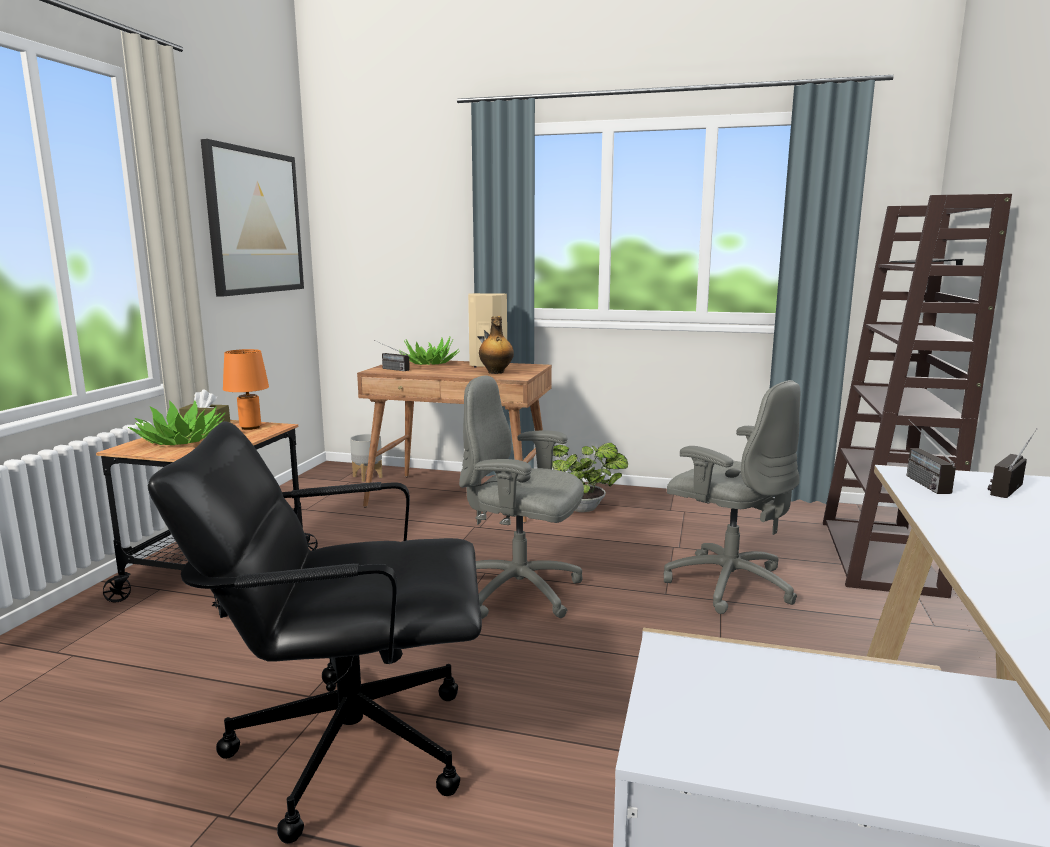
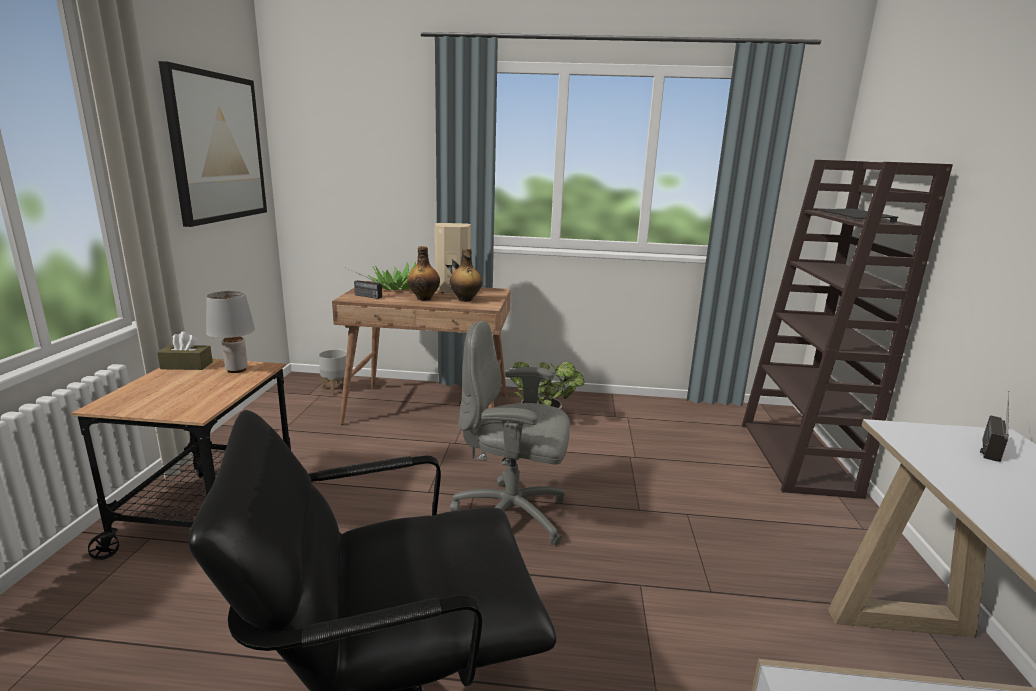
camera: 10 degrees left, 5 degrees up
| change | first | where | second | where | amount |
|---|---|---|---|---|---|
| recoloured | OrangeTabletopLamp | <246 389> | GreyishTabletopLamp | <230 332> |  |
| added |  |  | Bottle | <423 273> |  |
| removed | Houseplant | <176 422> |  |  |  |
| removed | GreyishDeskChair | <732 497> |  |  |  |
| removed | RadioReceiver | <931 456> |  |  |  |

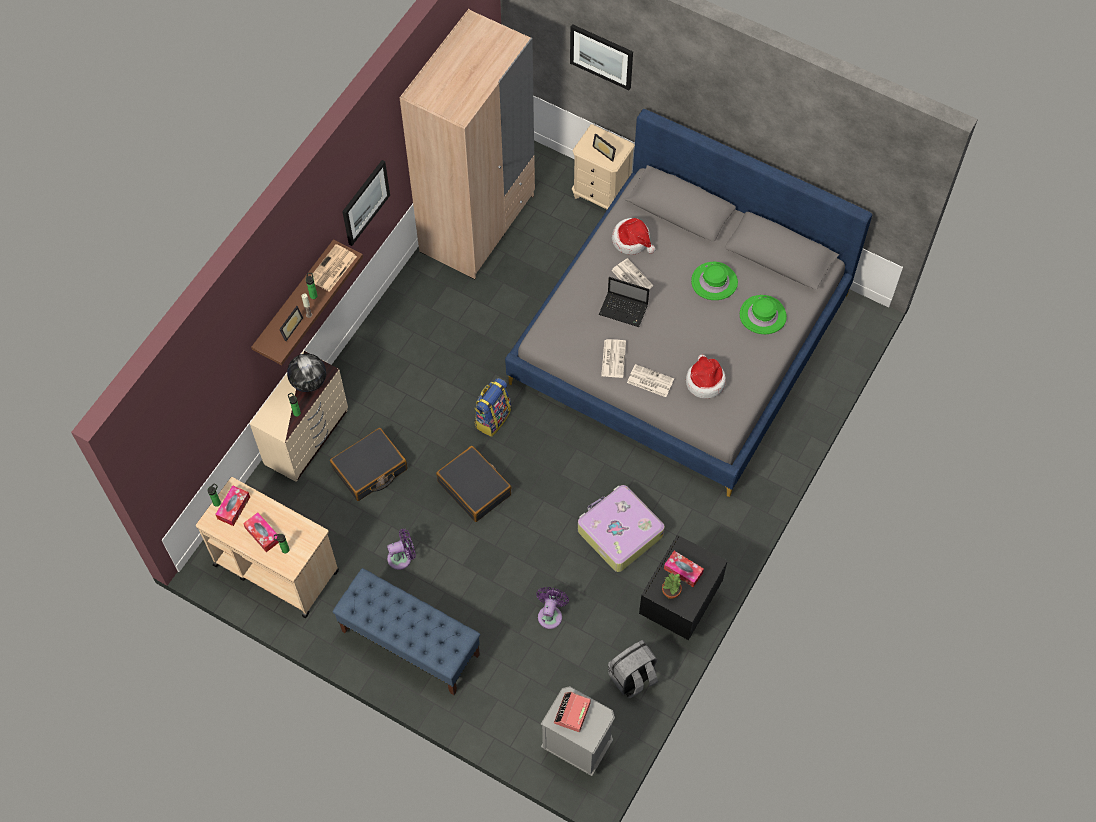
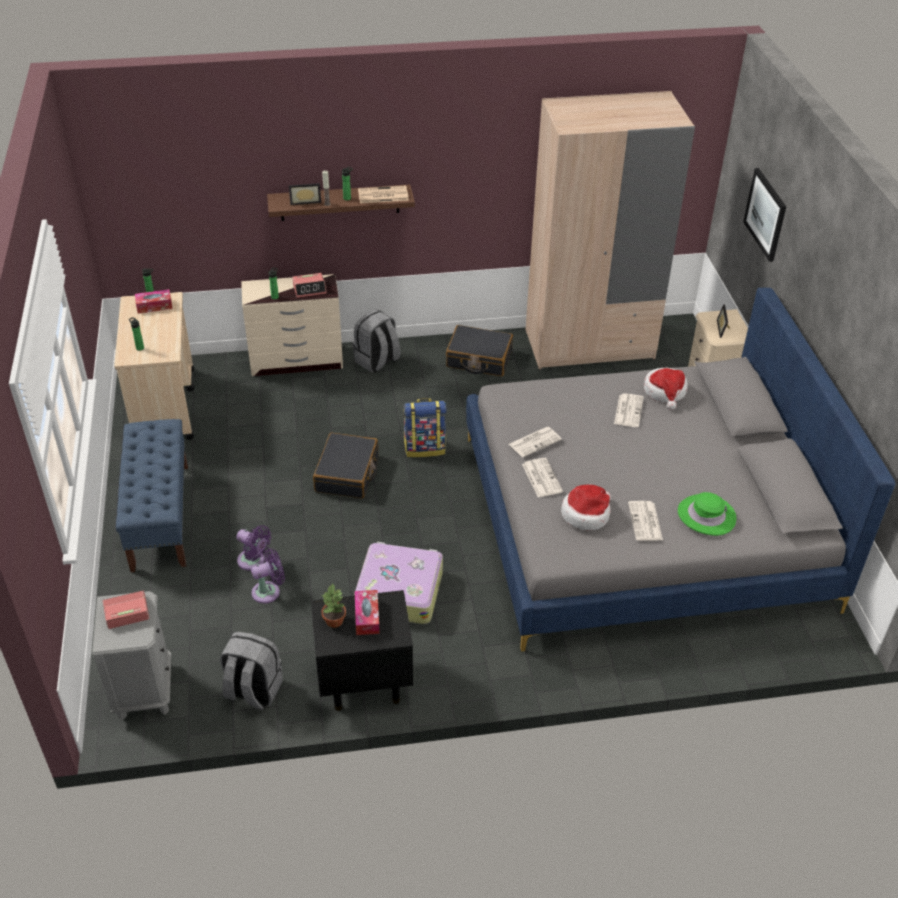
camera: 50 degrees right, 20 degrees down
| change | first | where | second | where | amount |
|---|---|---|---|---|---|
| moved | PurpleColouredCoolingFan | <401 549> |  | <253 548> |  |
| replaced | DeskGlobe | <306 372> | AlarmClock | <309 285> |  |
| added |  |  | GreyishRucksack | <377 341> |  |
| moved | BlackPieceOfLuggage | <369 464> |  | <479 350> |  |
| added |  |  | PrintedPaper | <645 521> |  |
| removed | TissueHolder | <261 532> |  |  |  |
| removed | WallPicture | <366 203> |  |  |  |
| removed | PortableComputer | <624 302> |  |  |  |
| removed | GreenishWearableHat | <714 281> |  |  |  |

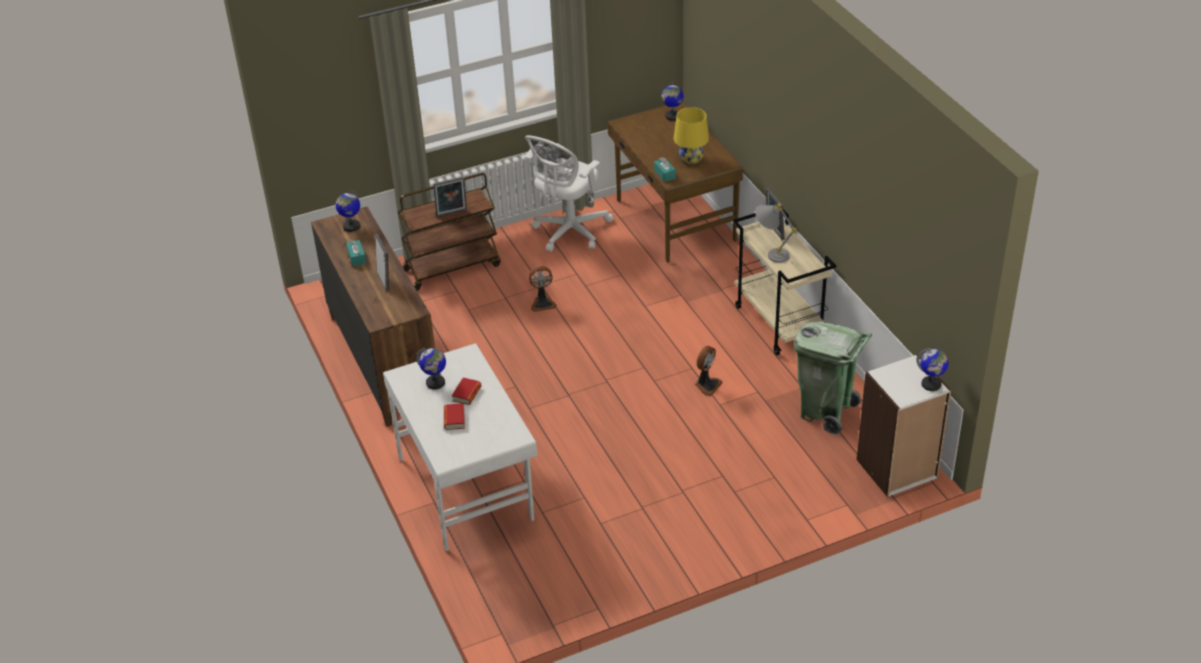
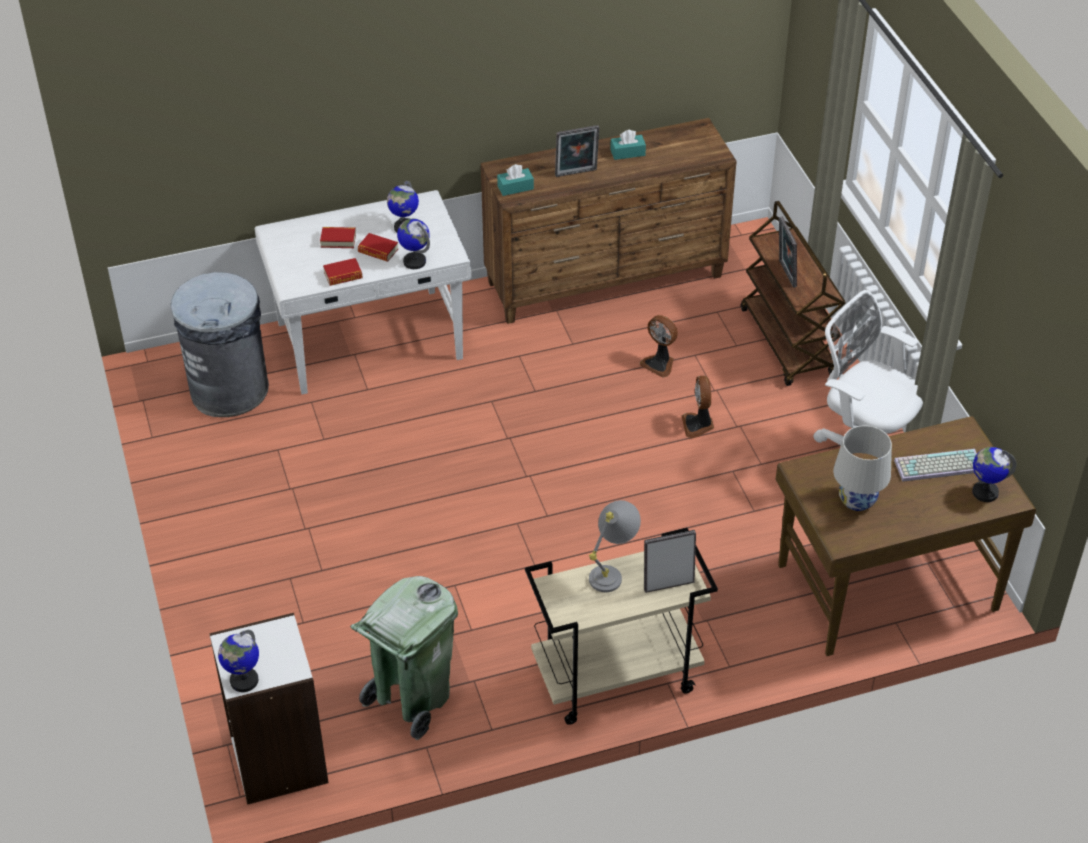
camera: 95 degrees right, 5 degrees up
| change | first | where | second | where | amount |
|---|---|---|---|---|---|
| added |  |  | GreyishWasteBin | <219 344> |  |
| added |  |  | Book | <343 272> |  |
| moved | DeskGlobe | <348 211> |  | <413 244> |  |
| moved | BlueGreenTissueHolder | <665 169> |  | <515 180> |  |
| moved | CoolingFan | <709 371> |  | <659 346> |  |
| recoloured | YellowishTabletopLamp | <691 136> | WhiteColouredTabletopLamp | <862 468> |  |
| added |  |  | Keyboard | <935 465> |  |

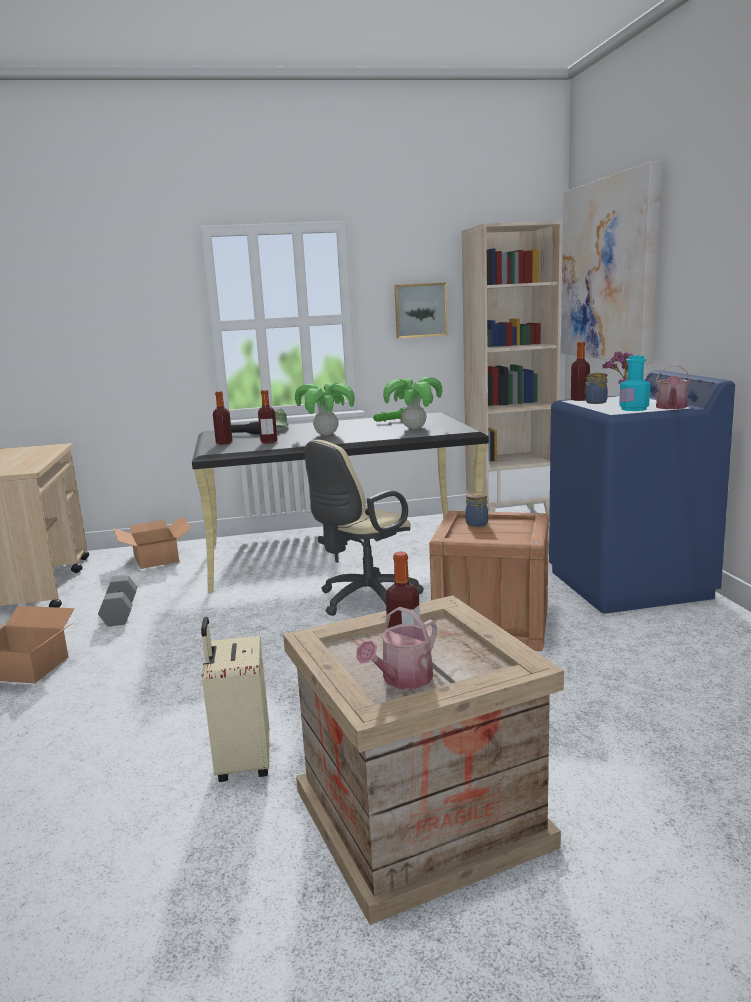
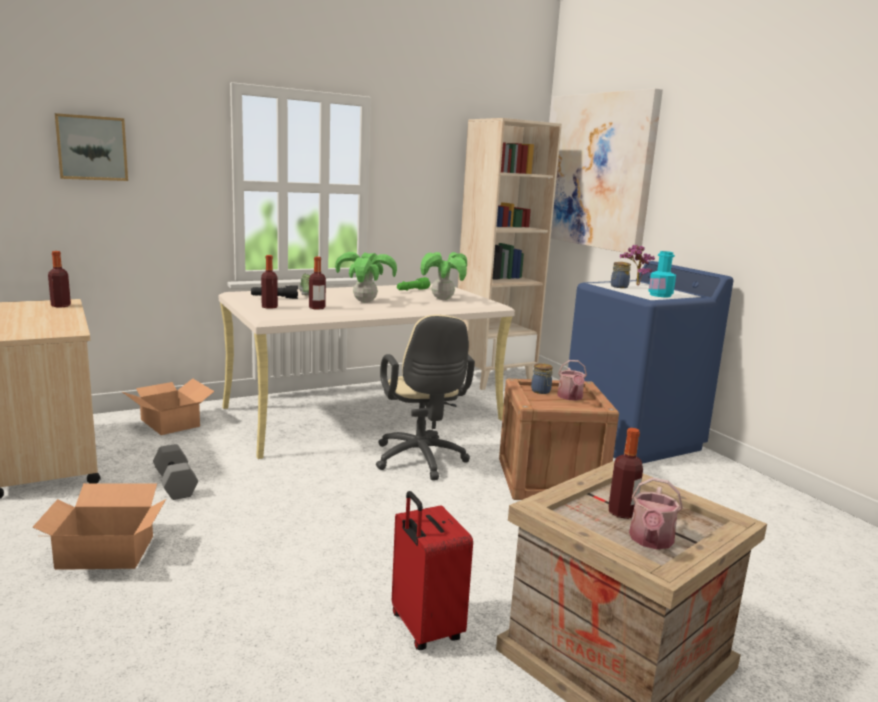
camera: 20 degrees left, 0 degrees up
| change | first | where | second | where | amount |
|---|---|---|---|---|---|
| moved | Bottle | <580 371> |  | <59 279> |  |
| moved | WallPicture | <421 310> |  | <91 147> |  |
| recoloured | BlackDesk | <340 502> | BeigeColouredDesk | <367 371> |  |
| turned | BeigeColouredDeskChair | <364 528> |  | <425 397> | 45 degrees counterclockwise |
| recoloured | BeigeColouredPieceOfLuggage | <235 699> | RedColouredPieceOfLuggage | <432 570> |  |
| moved | WateringPot | <673 387> |  | <572 380> |  |

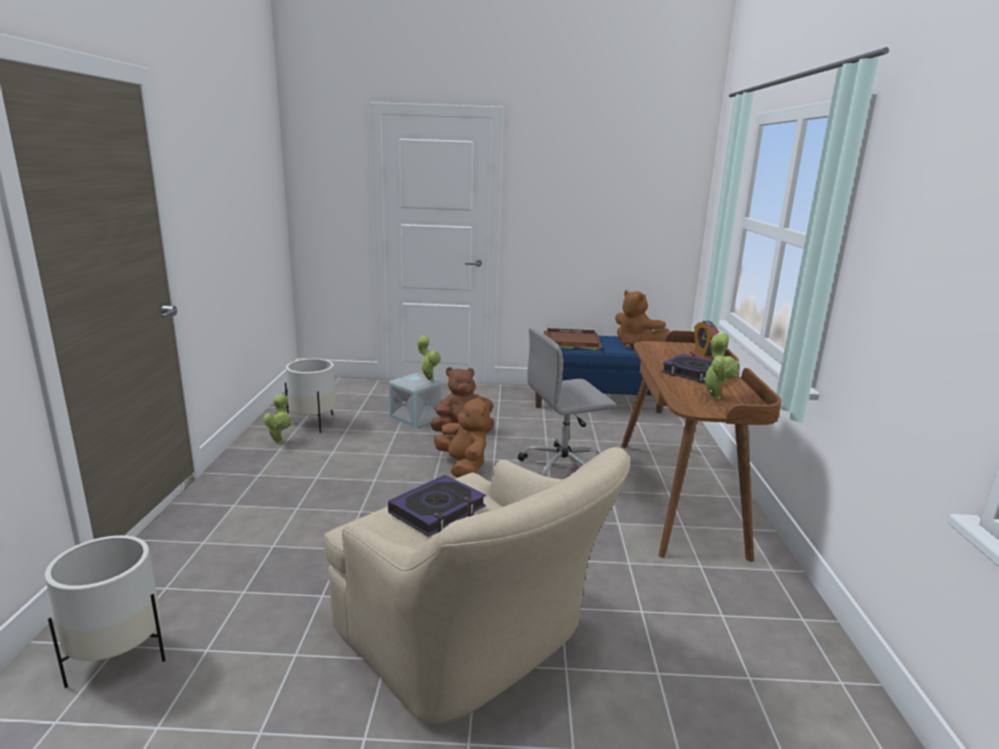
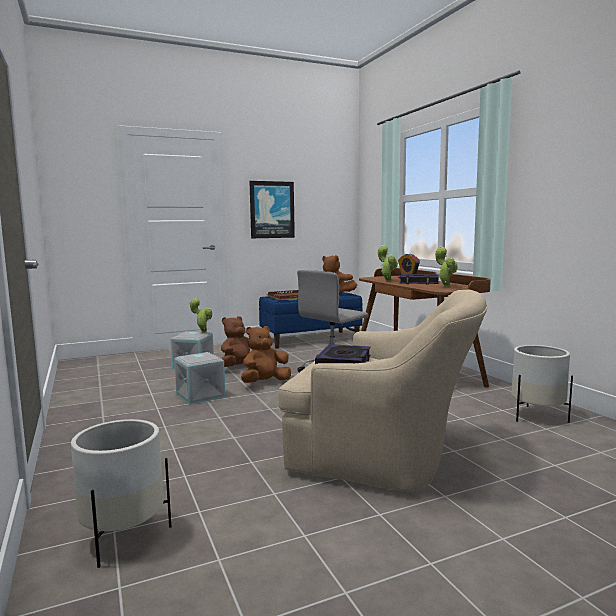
camera: 25 degrees left, 10 degrees down
| change | first | where | second | where | amount |
|---|---|---|---|---|---|
| added |  |  | GreyishStorageBox | <200 378> |  |
| turned | BrownishCuddlyToy | <462 436> |  | <266 354> | 75 degrees counterclockwise |
| added |  |  | WallPicture | <272 209> |  |
| moved | Houseplant | <278 419> |  | <388 263> |  |
| moved | WhiteColouredFlowerPot | <310 396> |  | <542 384> |  |

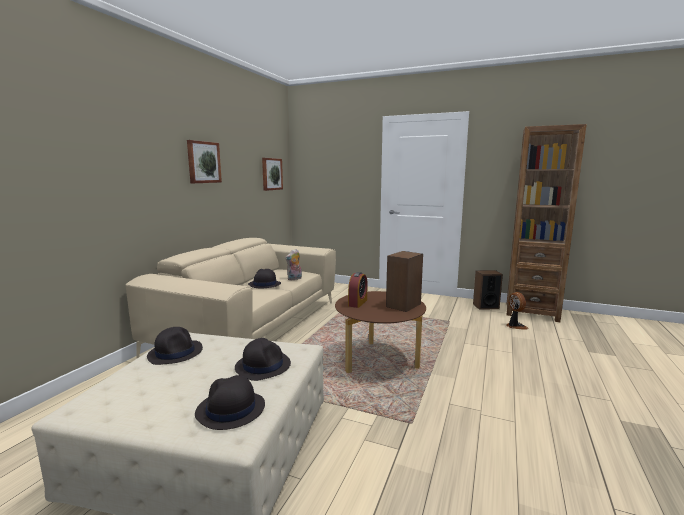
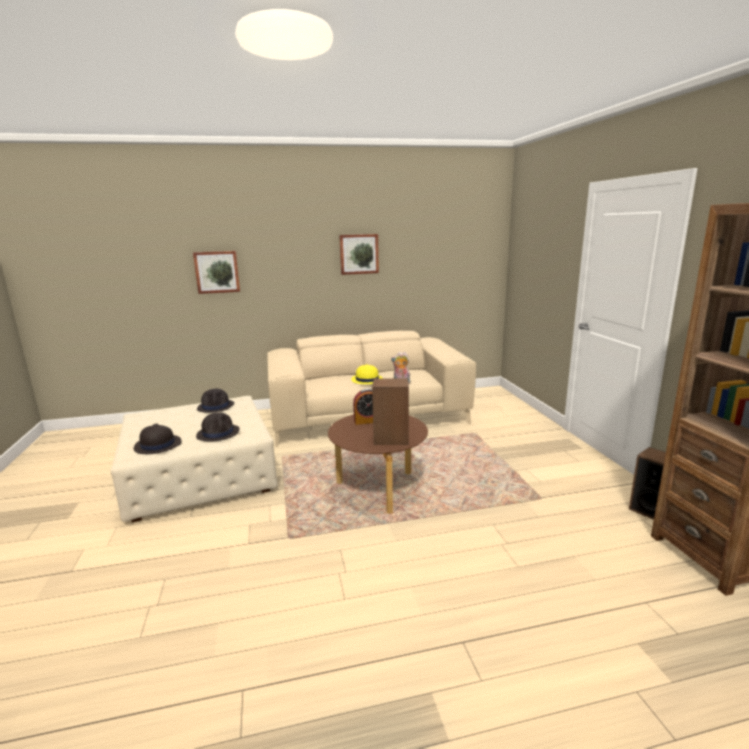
camera: 55 degrees right, 5 degrees up
| change | first | where | second | where | amount |
|---|---|---|---|---|---|
| moved | WallPicture | <272 174> |  | <216 272> |  |
| recoloured | BlackWearableHat | <264 278> | YellowishWearableHat | <367 374> |  |
| removed | CoolingFan | <517 311> |  |  |  |

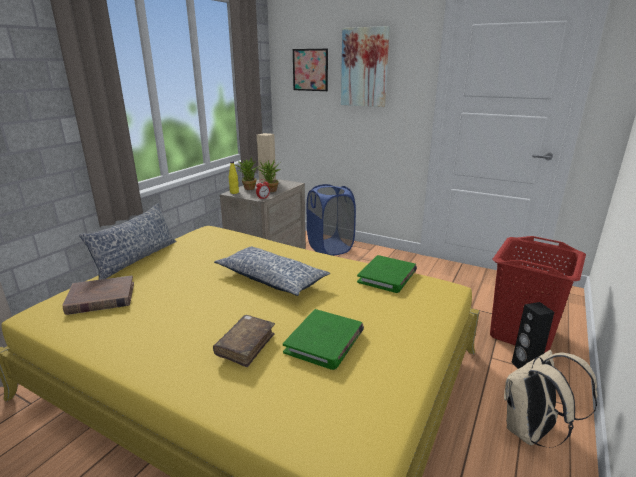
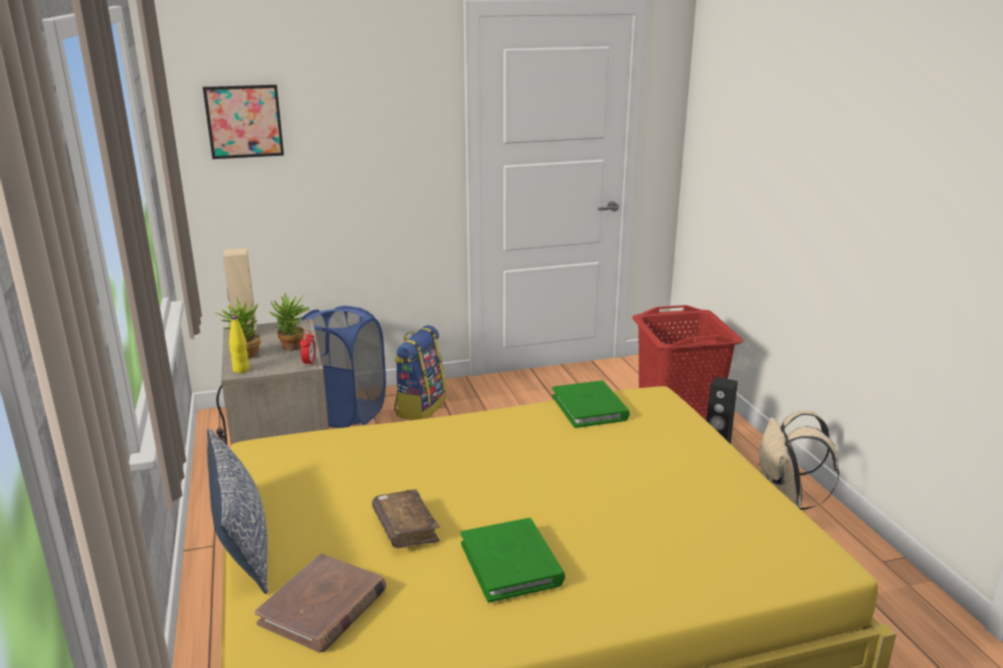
camera: 45 degrees left, 0 degrees up
| change | first | where | second | where | amount |
|---|---|---|---|---|---|
| moved | BrownishBook | <244 341> |  | <406 518> |  |
| added |  |  | Rucksack | <420 372> |  |
| moved | GreenishBook | <323 339> |  | <513 560> |  |
| removed | ThrowPillow | <272 271> |  |  |  |
| removed | WallPicture | <365 66> |  |  |  |

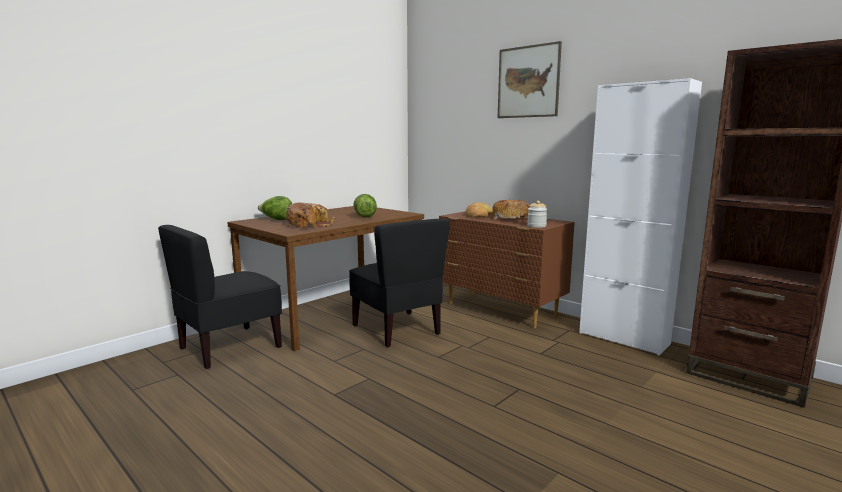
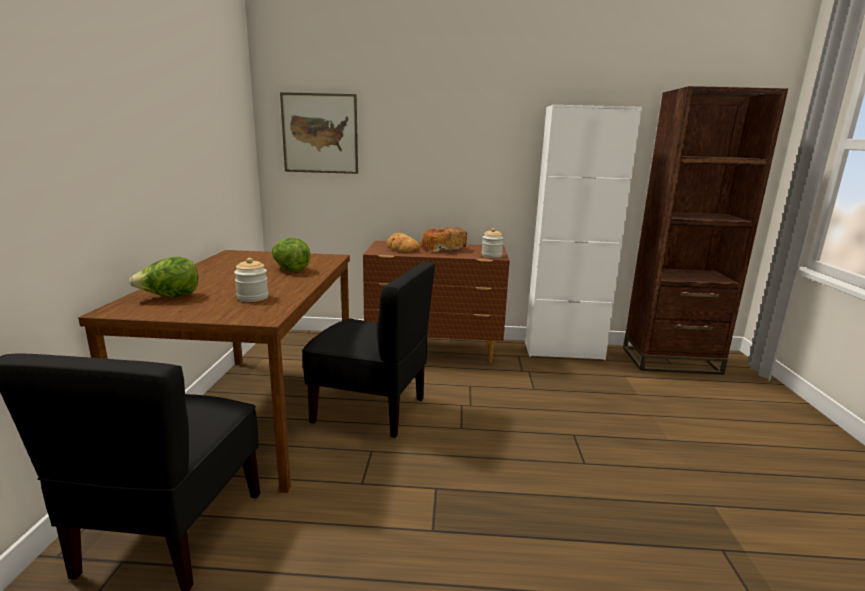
camera: 40 degrees left, 5 degrees up
| change | first | where | second | where | amount |
|---|---|---|---|---|---|
| replaced | BakedBread | <310 215> | Jar | <251 280> |  |
| moved | WallPicture | <530 79> |  | <319 133> |  |

